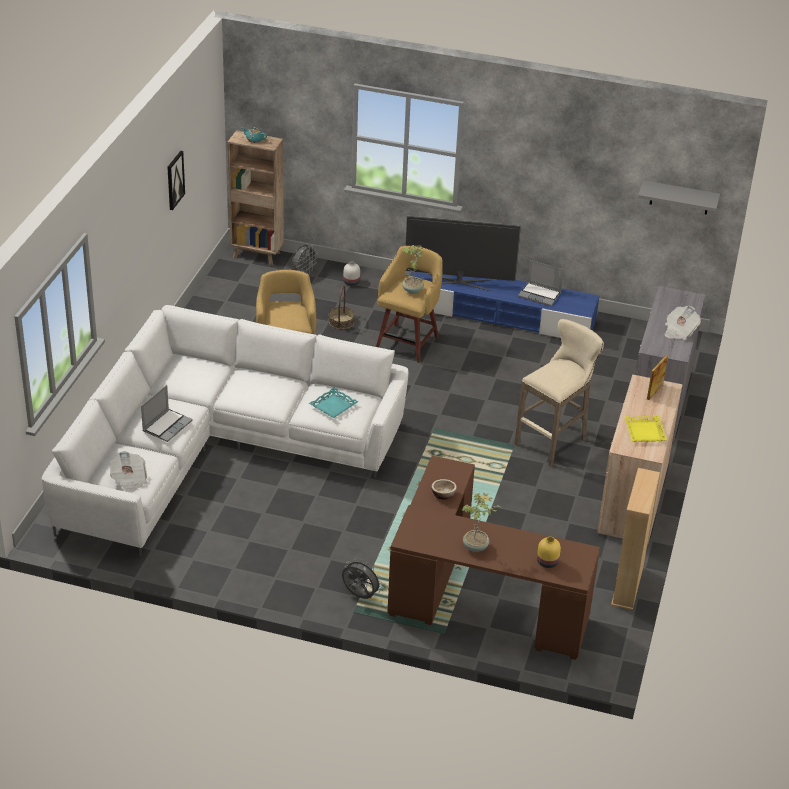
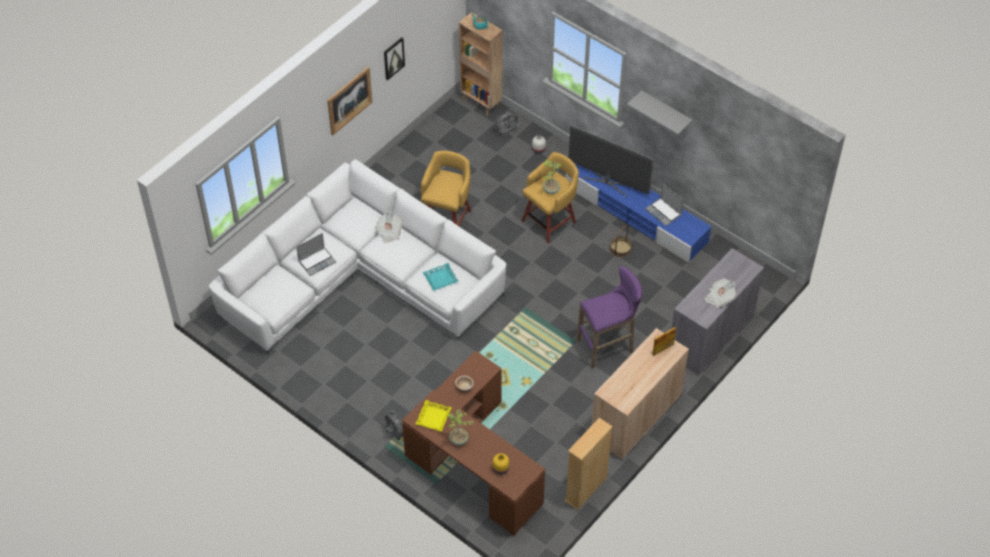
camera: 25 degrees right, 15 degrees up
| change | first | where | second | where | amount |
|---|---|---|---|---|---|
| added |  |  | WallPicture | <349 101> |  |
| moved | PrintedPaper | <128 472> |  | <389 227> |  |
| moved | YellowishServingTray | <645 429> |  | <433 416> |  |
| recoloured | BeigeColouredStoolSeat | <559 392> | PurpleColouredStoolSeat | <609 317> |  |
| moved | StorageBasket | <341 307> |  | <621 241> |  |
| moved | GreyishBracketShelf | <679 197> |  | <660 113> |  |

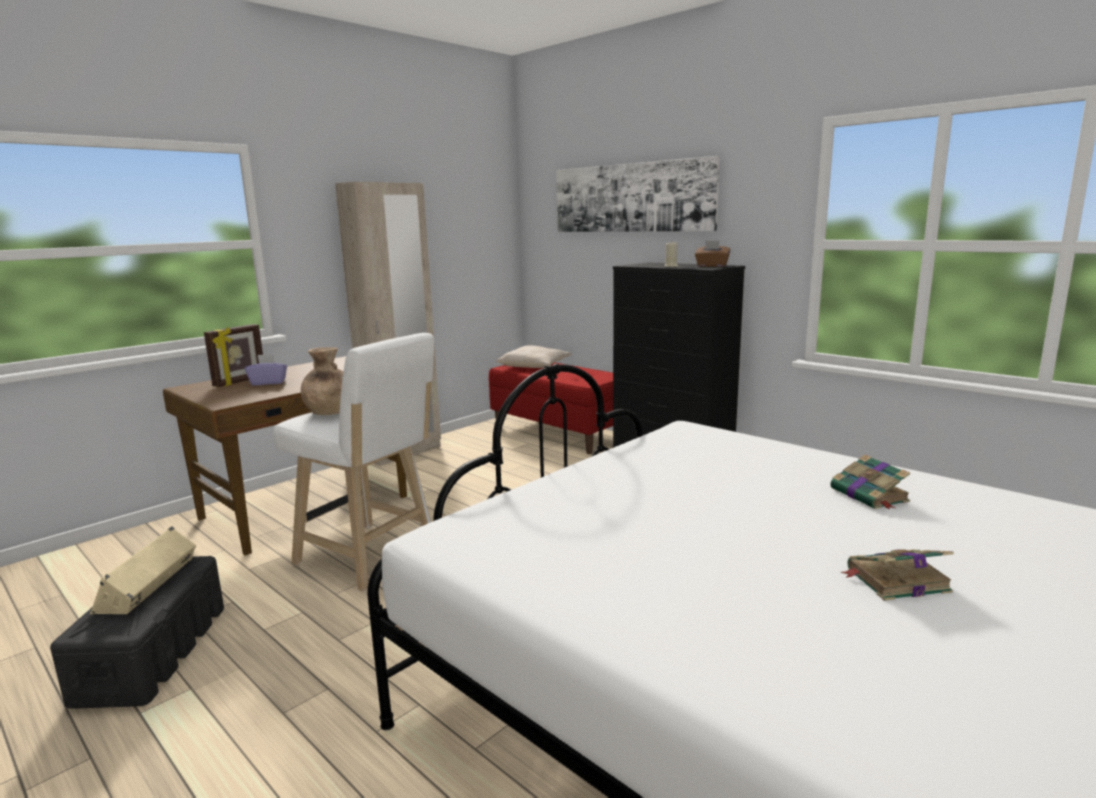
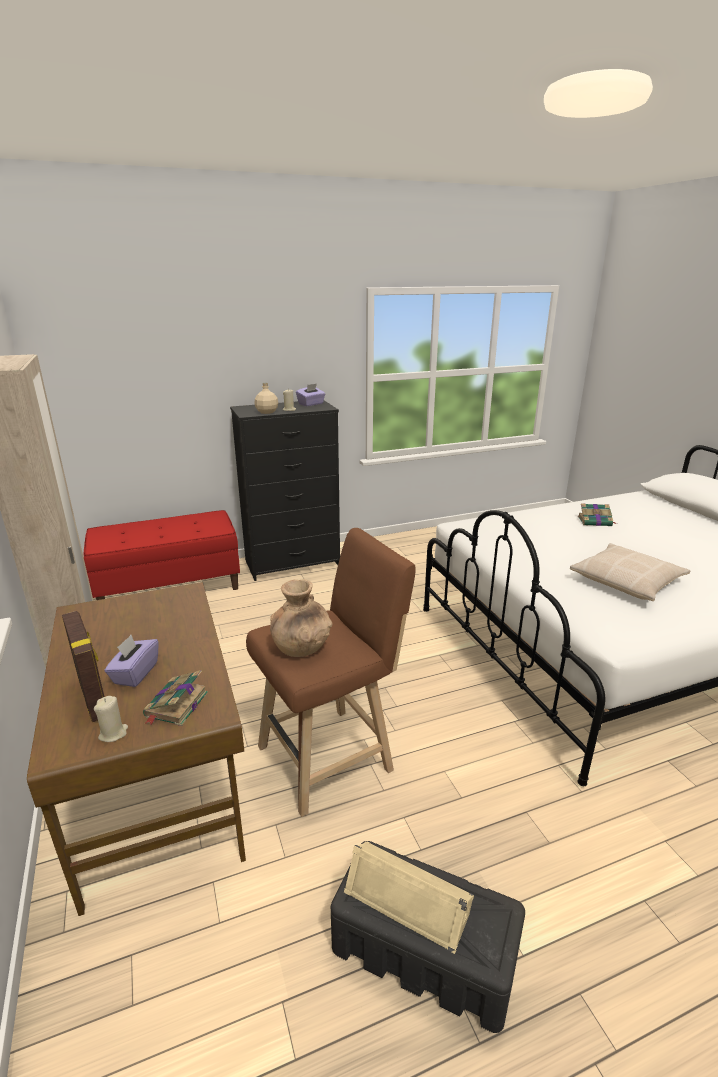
camera: 65 degrees left, 10 degrees up
| change | first | where | second | where | amount |
|---|---|---|---|---|---|
| added |  |  | BeigeColouredWaxLight | <111 719> |  |
| moved | Book | <897 575> |  | <175 698> |  |
| recoloured | WhiteColouredStoolSeat | <353 462> | BrownishStoolSeat | <330 672> |  |
| added |  |  | BeigeColouredBottle | <266 398> |  |
| recoloured | BrownishTissueHolder | <713 253> | PurpleColouredTissueHolder | <310 395> |  |
| moved | BeigeColouredThrowPillow | <533 356> |  | <630 572> |  |
| removed | WallPicture | <638 194> |  |  |  |

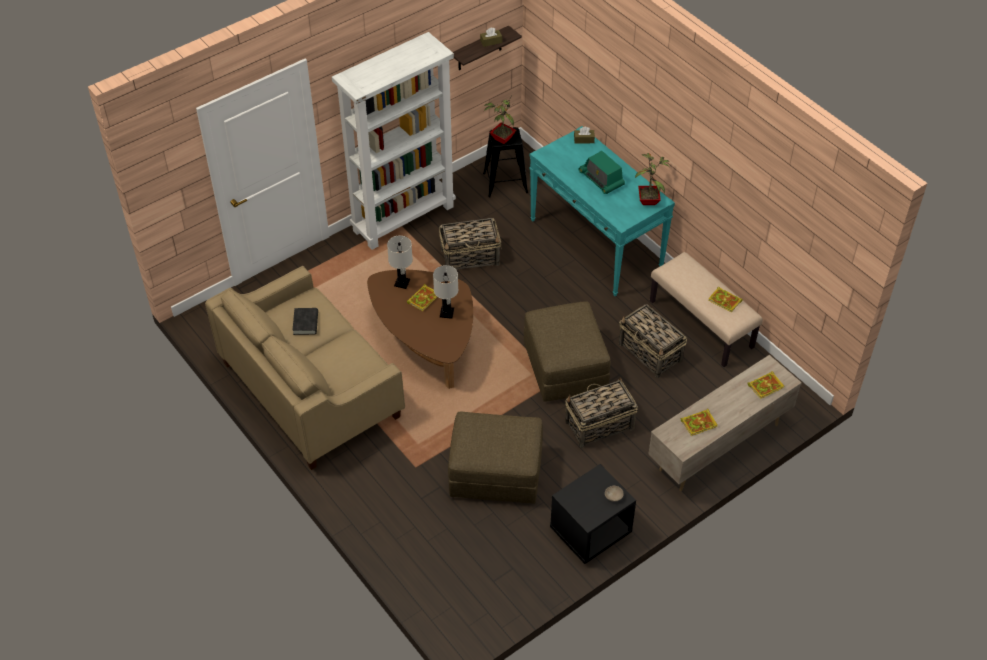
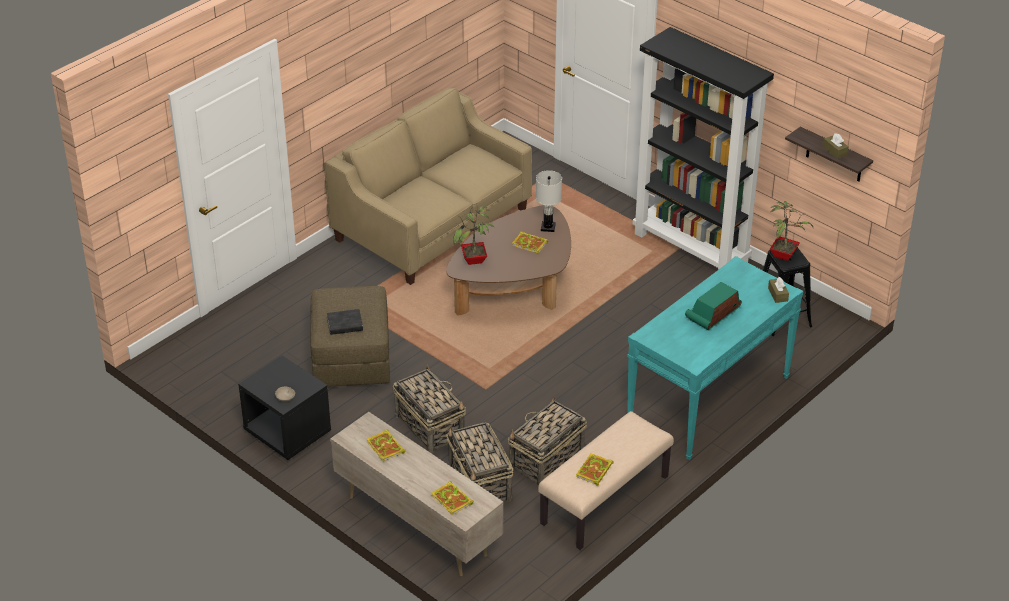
camera: 80 degrees right, 10 degrees down
| change | first | where | second | where | amount |
|---|---|---|---|---|---|
| moved | BlackBook | <305 321> |  | <345 322> |  |
| moved | StorageBasket | <470 244> |  | <479 461> |  |
| moved | Houseplant | <652 179> |  | <474 235> |  |
| recoloured | WhiteColouredBookcase | <394 141> | BlackBookcase | <703 148> |  |
| removed | WhiteColouredTabletopLamp | <445 292> |  |  |  |
| removed | BrownishPouffe | <567 351> |  |  |  |

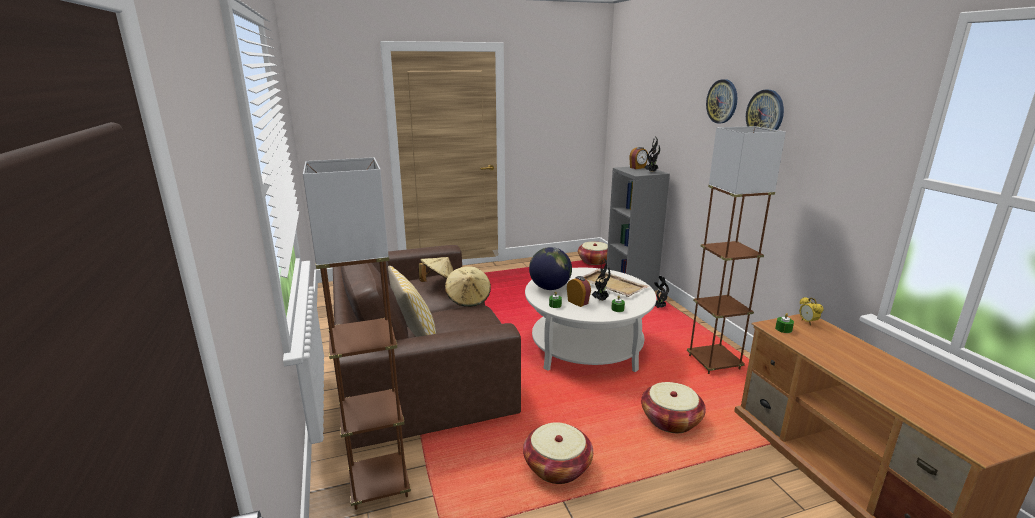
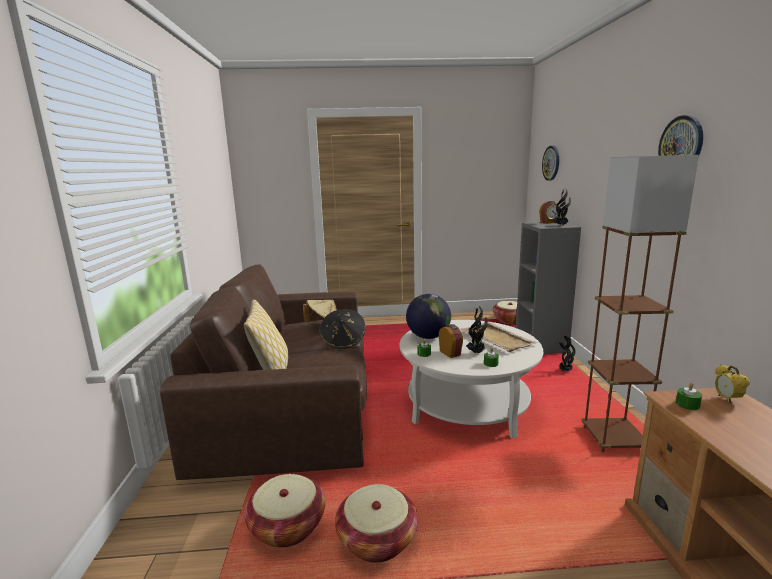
camera: 15 degrees right, 5 degrees down
| change | first | where | second | where | amount |
|---|---|---|---|---|---|
| moved | StorageBasket | <673 407> |  | <285 511> |  |
| recoloured | BeigeColouredWearableHat | <468 286> | BlackWearableHat | <342 329> |  |
| moved | HangingClock | <721 101> |  | <550 163> |  |
| removed | BrownishStandingLamp | <357 333> |  |  |  |

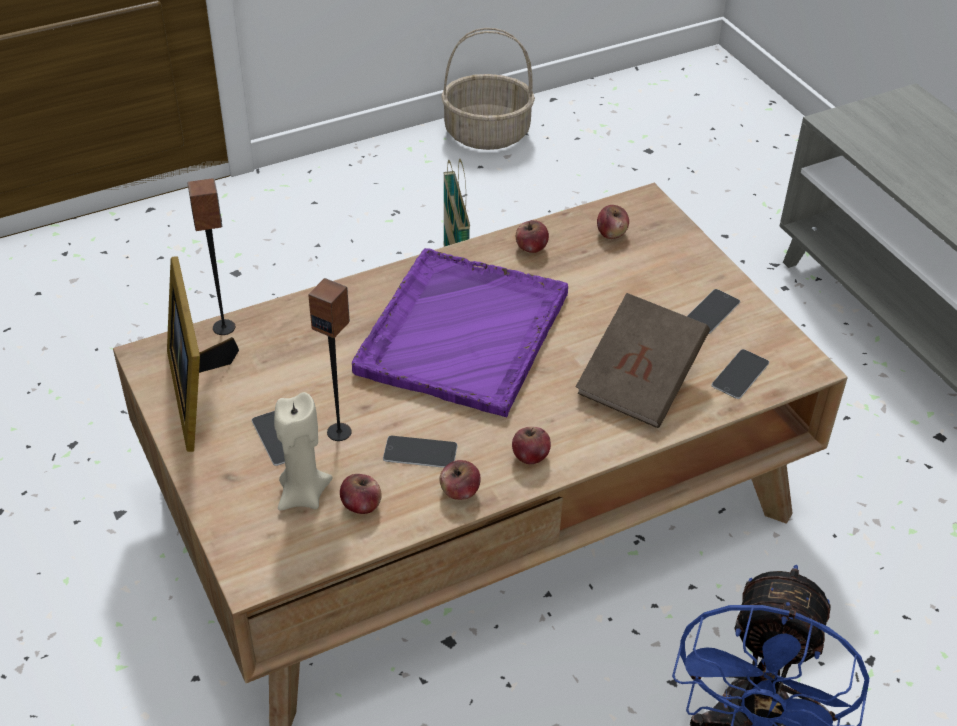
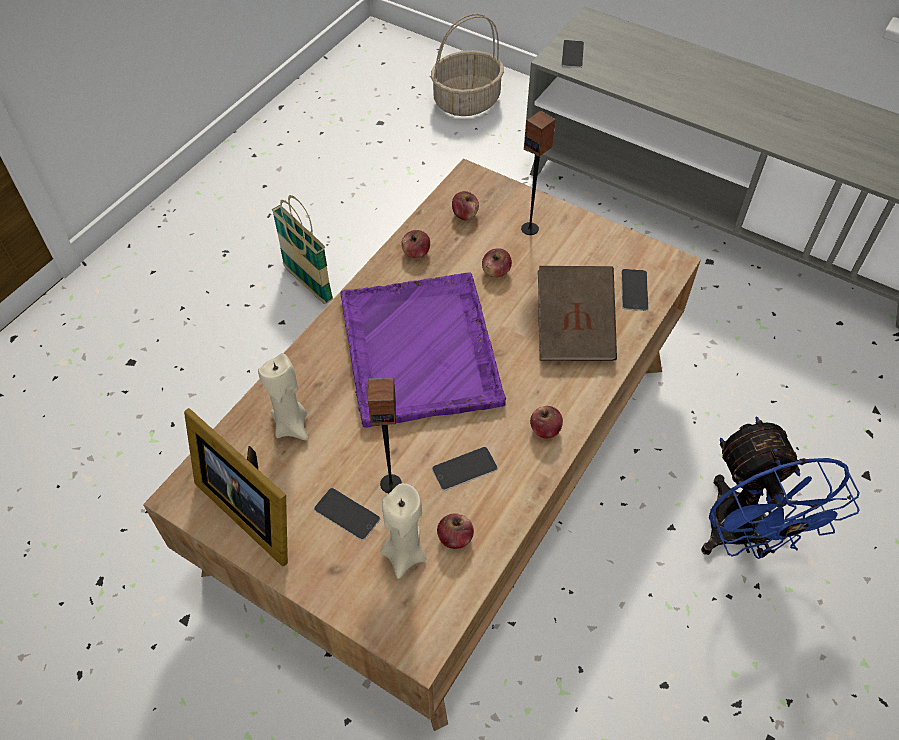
camera: 30 degrees left, 10 degrees up
| change | first | where | second | where | amount |
|---|---|---|---|---|---|
| added |  |  | BeigeColouredWaxLight | <283 396> |  |
| moved | StorageBasket | <488 89> |  | <467 65> |  |
| moved | AppleFruit | <460 480> |  | <497 263> |  |
| moved | Loudspeaker | <211 256> |  | <538 173> |  |
| moved | Handset | <713 311> |  | <572 54> |  |

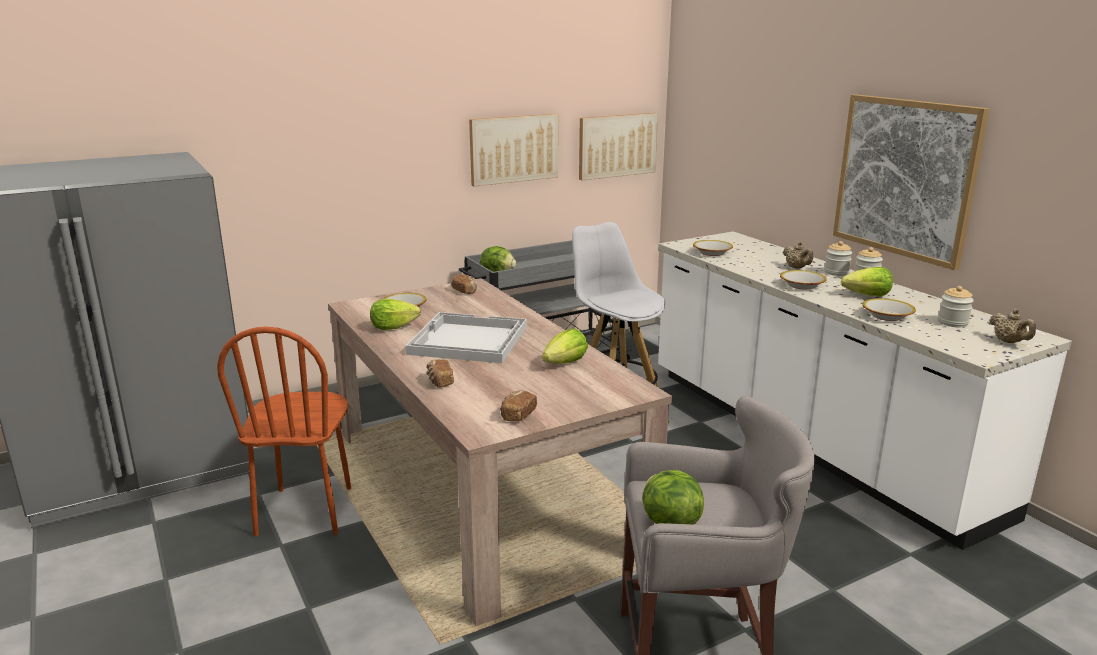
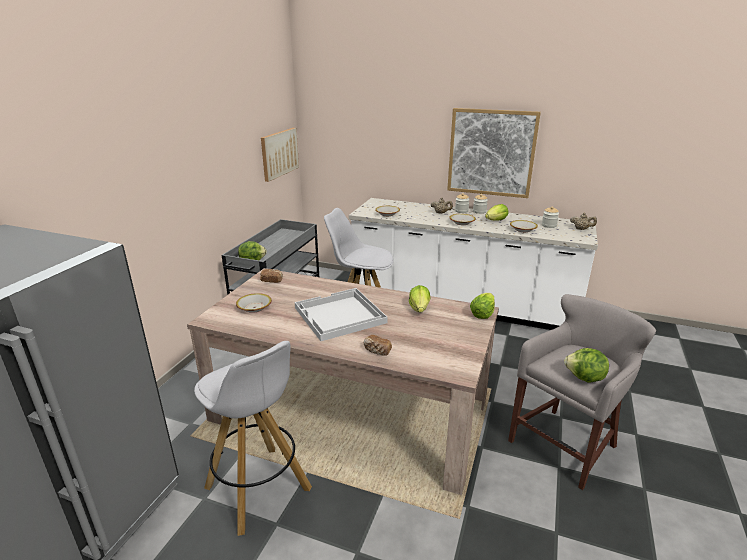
camera: 40 degrees left, 5 degrees up
| change | first | where | second | where | amount |
|---|---|---|---|---|---|
| replaced | BrownishPlainChair | <284 431> | WhiteColouredStoolSeat | <253 438> |  |
| moved | LettuceHead | <395 314> |  | <482 306> |  |
| removed | WallPicture | <513 150> |  |  |  |
| removed | BakedBread | <518 405> |  |  |  |

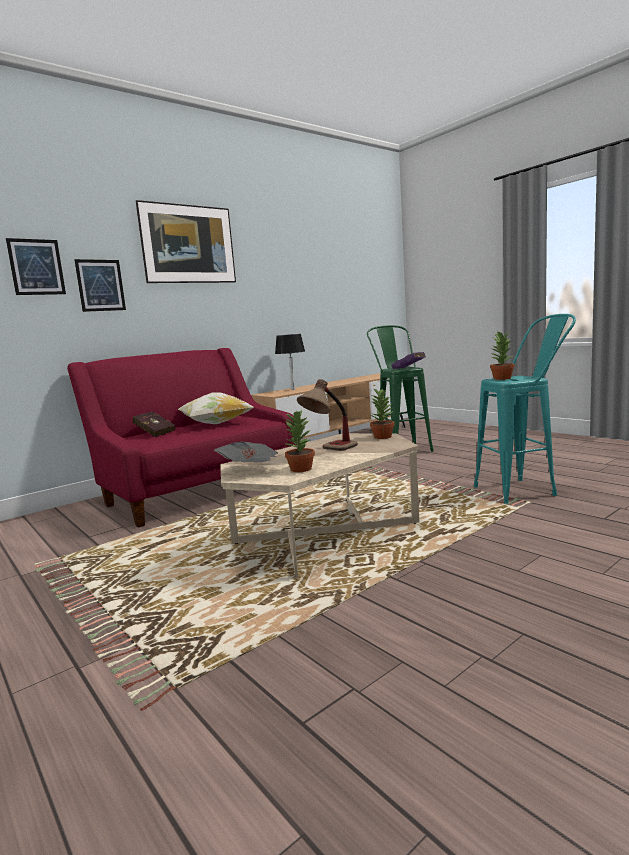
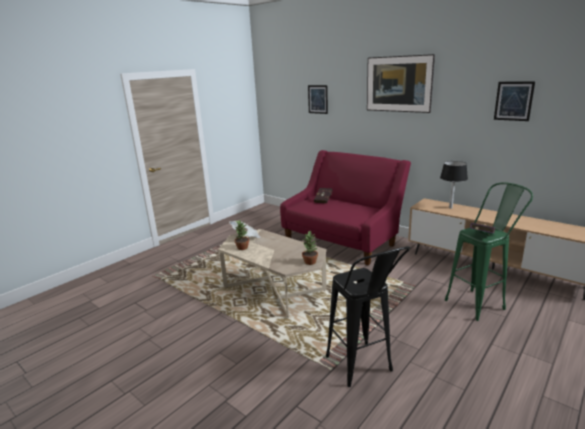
camera: 80 degrees right, 10 degrees up
| change | first | where | second | where | amount |
|---|---|---|---|---|---|
| recoloured | BlueGreenStoolSeat | <525 409> | BlackStoolSeat | <368 316> |  |
| moved | WallPicture | <100 285> |  | <514 101> |  |
| removed | ThrowPillow | <216 408> |  |  |  |
| removed | TabletopLamp | <327 415> |  |  |  |
| removed | Houseplant | <502 356> |  |  |  |

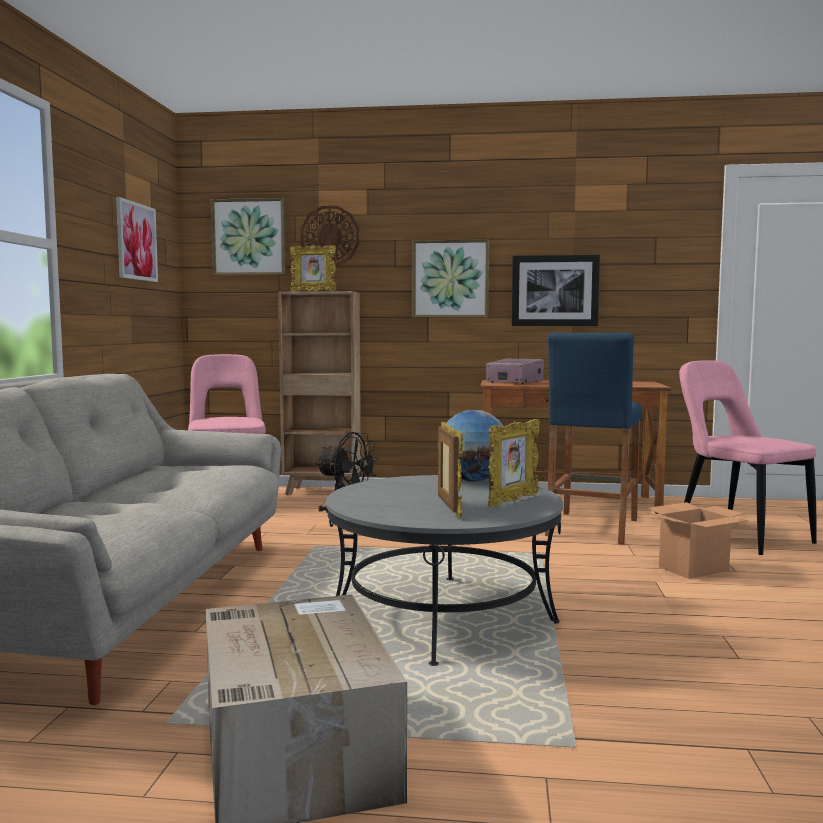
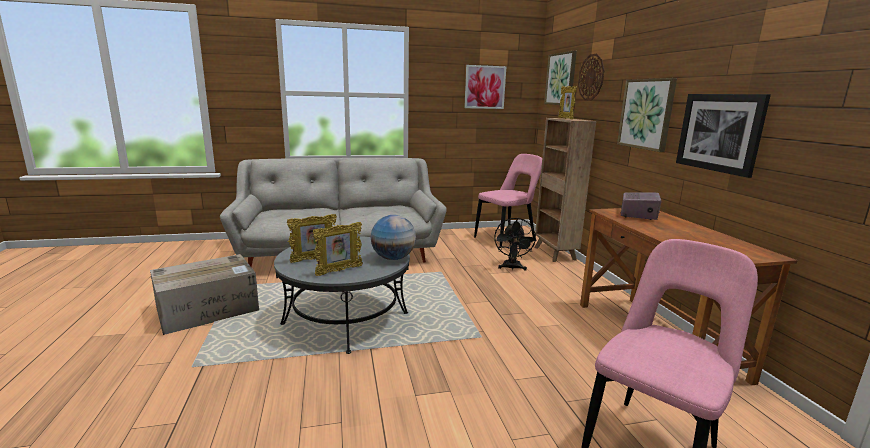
camera: 70 degrees right, 10 degrees up
| change | first | where | second | where | amount |
|---|---|---|---|---|---|
| turned | StandingFrame | <514 463> |  | <338 249> | 60 degrees counterclockwise |
| removed | BlueStoolSeat | <593 438> |  |  |  |
| removed | PackingBox | <698 540> |  |  |  |

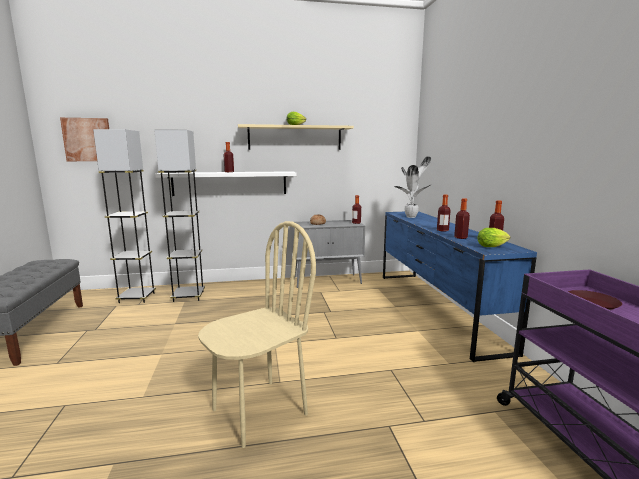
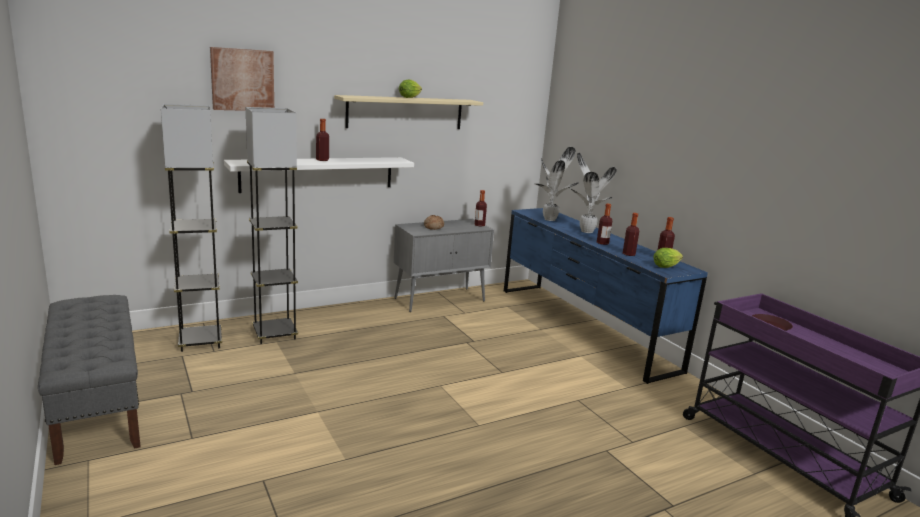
camera: 20 degrees left, 5 degrees up
| change | first | where | second | where | amount |
|---|---|---|---|---|---|
| moved | WallPicture | <84 139> |  | <242 79> |  |
| added |  |  | Houseplant | <593 192> |  |
| removed | BeigeColouredPlainChair | <257 334> |  |  |  |

